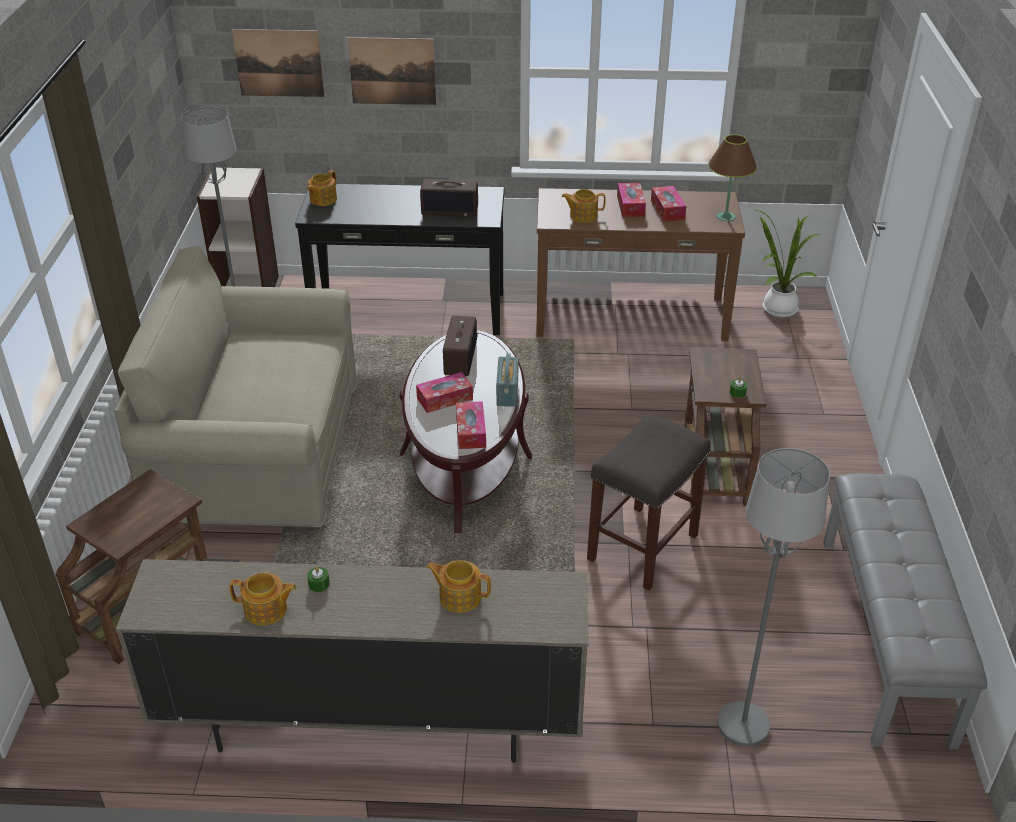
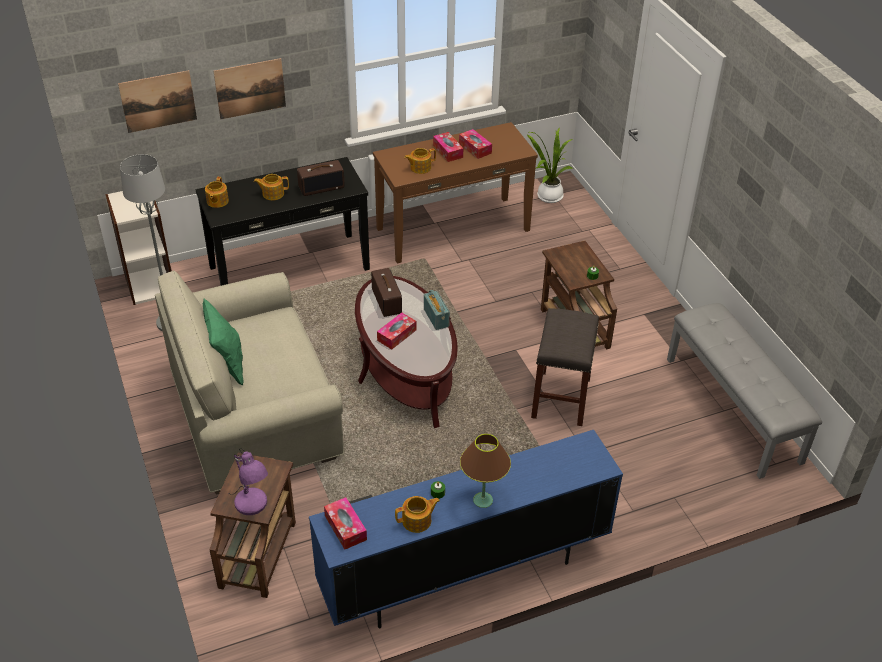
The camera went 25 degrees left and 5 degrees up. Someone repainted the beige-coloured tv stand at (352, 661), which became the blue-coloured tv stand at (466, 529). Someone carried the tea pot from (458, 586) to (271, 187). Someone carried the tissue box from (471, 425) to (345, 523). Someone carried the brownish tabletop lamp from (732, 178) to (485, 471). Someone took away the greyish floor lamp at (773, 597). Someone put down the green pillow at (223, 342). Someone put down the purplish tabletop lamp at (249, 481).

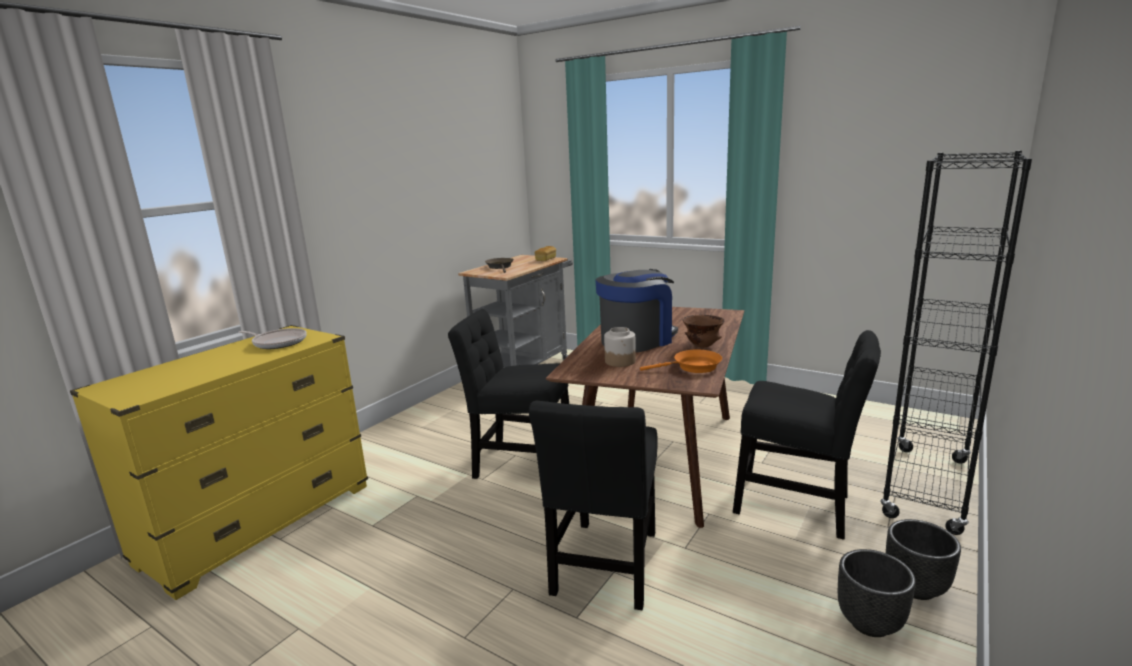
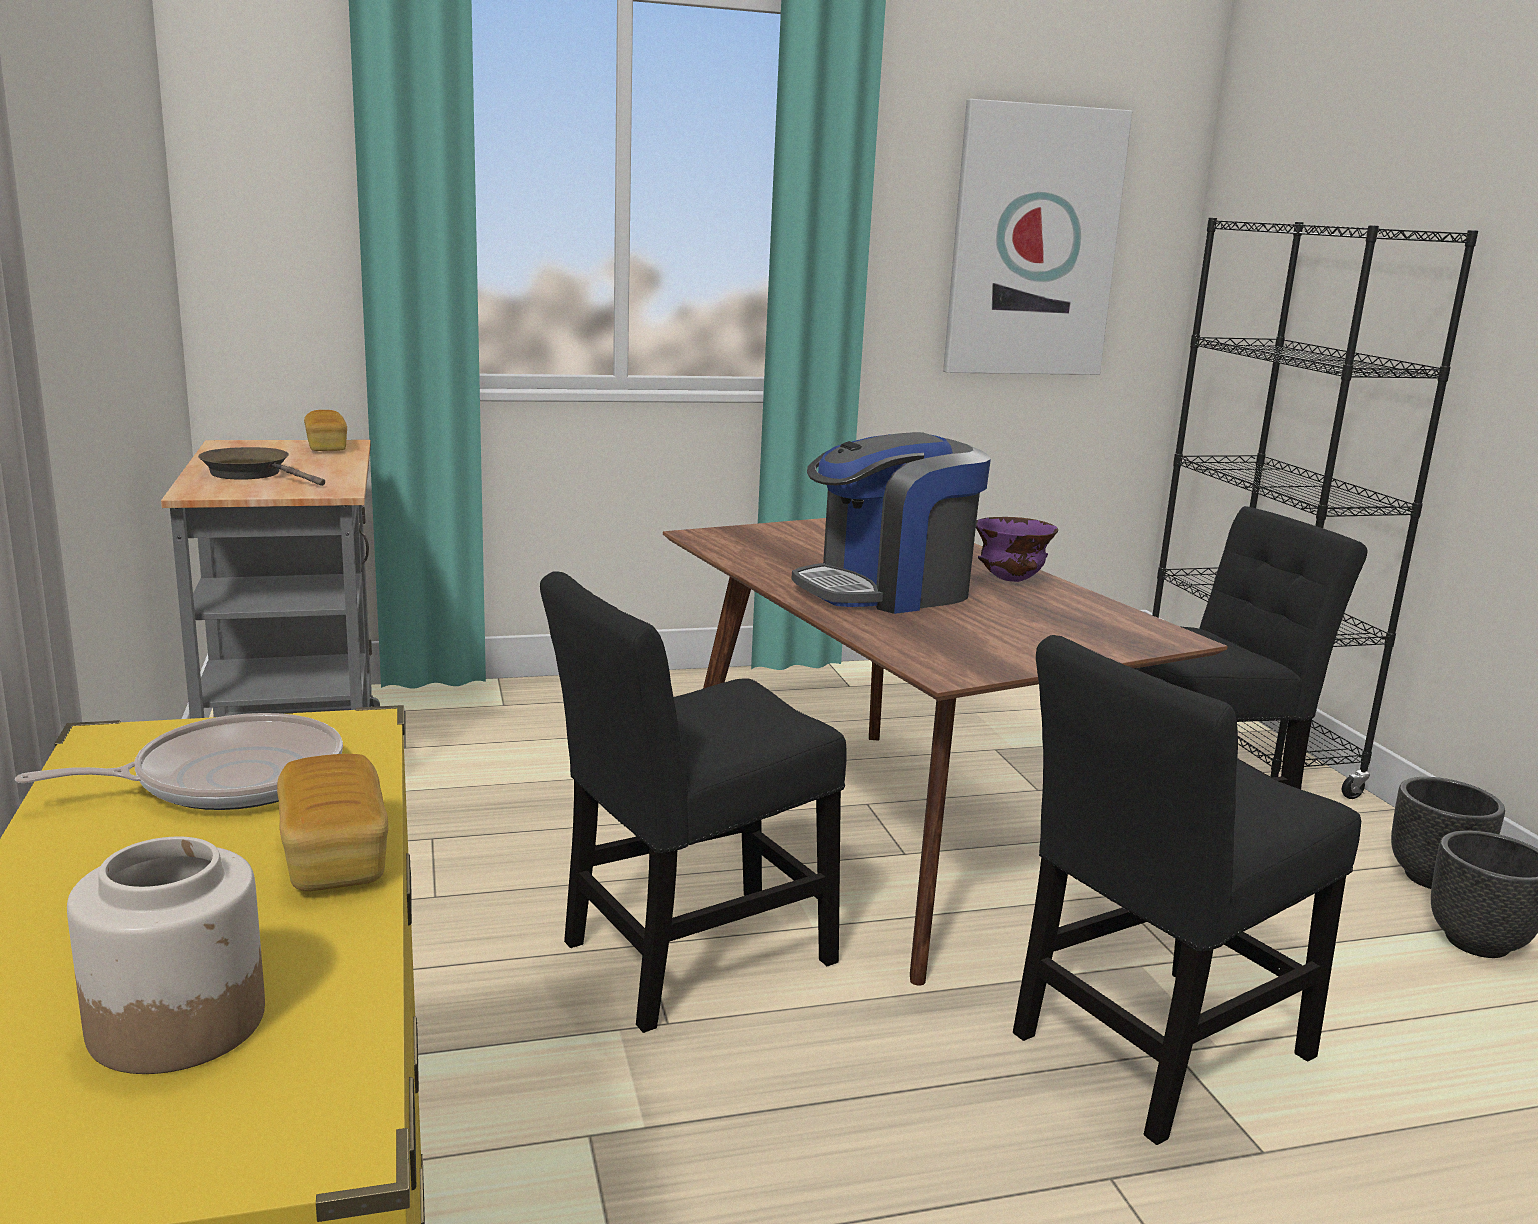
The camera went 50 degrees left and 0 degrees up. Someone rotated the blackish plain chair at (593, 505) by 90 degrees clockwise. Someone rotated the coffee brewer at (636, 310) by 120 degrees counterclockwise. Someone carried the jar from (620, 347) to (166, 955). Someone took away the orangey pan at (681, 361). Someone repainted the brownish bowl at (703, 331), which became the purplish bowl at (1017, 549). Someone put down the bread at (332, 822). Someone put up the wall picture at (1037, 237).

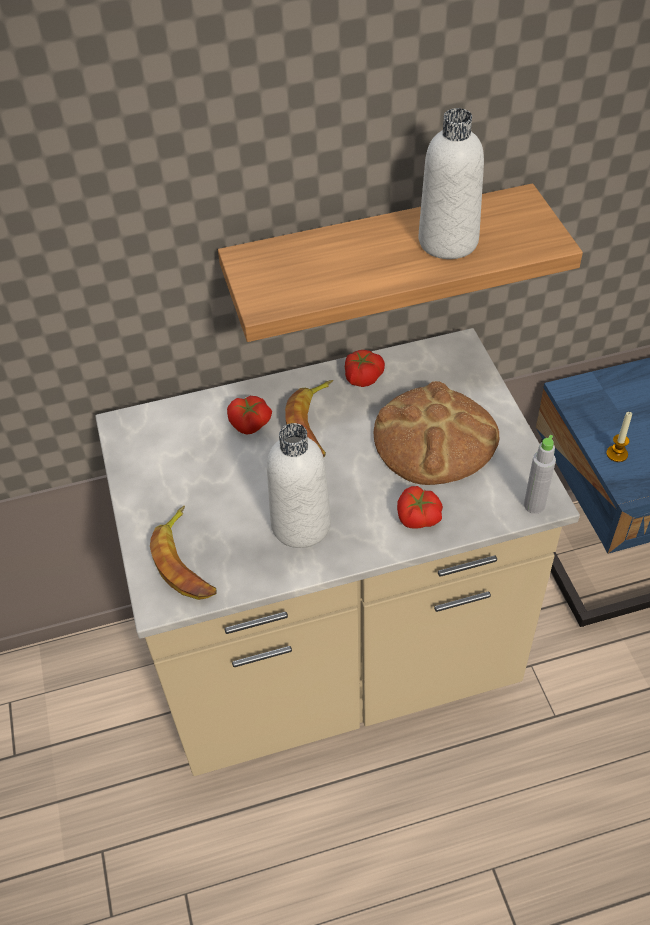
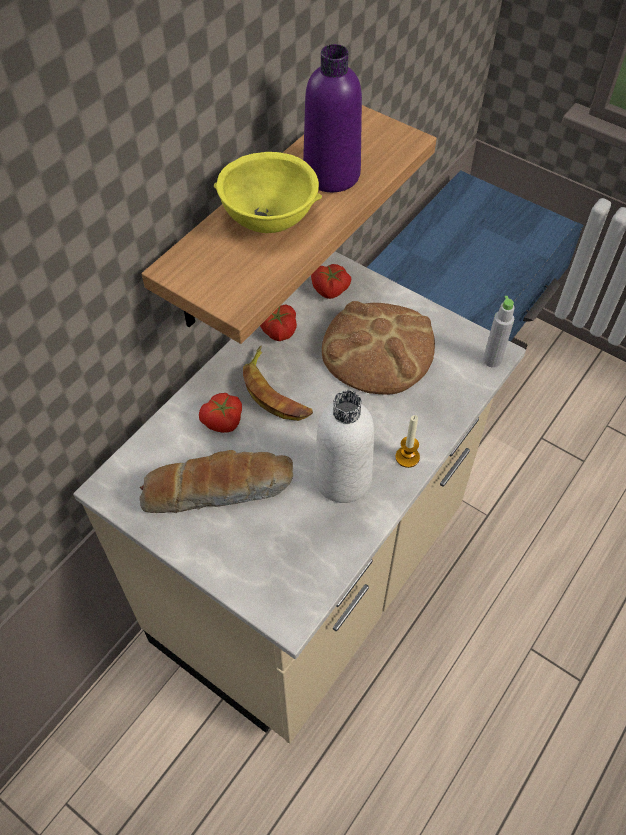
The camera went 40 degrees left and 5 degrees up. Someone took away the banana fruit at (183, 553). Someone carried the fresh tomato from (420, 507) to (331, 281). Someone repainted the white-coloured bottle at (451, 183), which became the purplish bottle at (332, 118). Someone carried the candle from (619, 437) to (407, 441). Someone put down the bread at (216, 481). Someone put down the yellowish bowl at (268, 192).

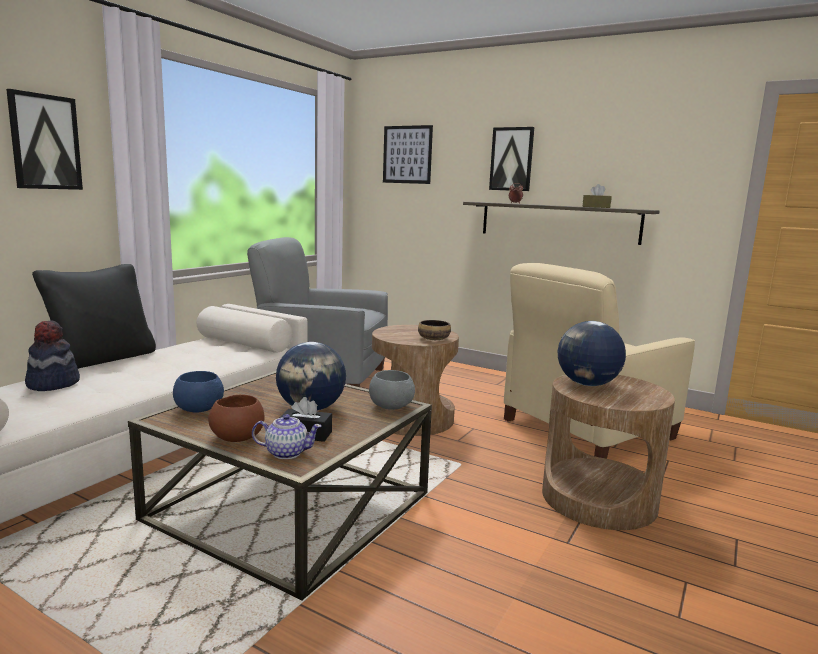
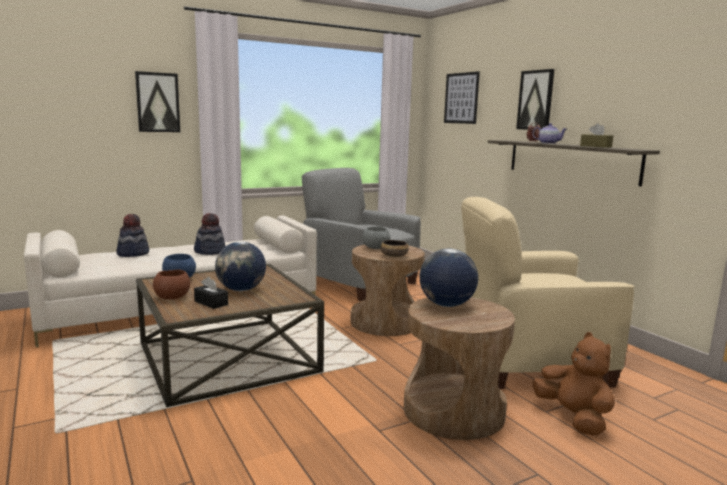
The camera went 30 degrees right and 0 degrees up. Someone took away the blackish pillow at (94, 316). Someone carried the tea pot from (287, 436) to (549, 133). Someone carried the greyish bowl from (392, 390) to (376, 238). Someone put down the hat at (209, 234). Someone put down the brownish plush toy at (574, 384).

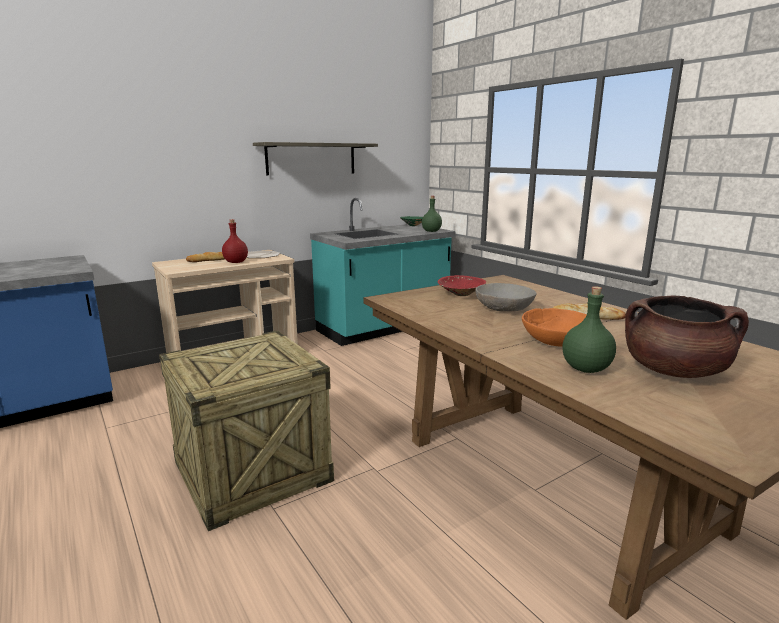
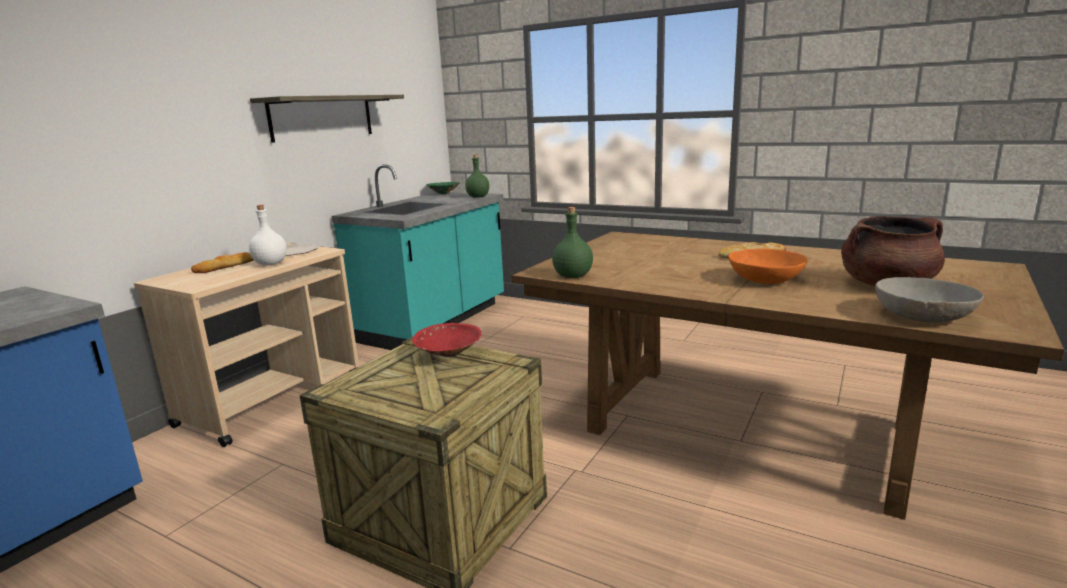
The camera went 25 degrees left and 0 degrees up. Someone repainted the red bottle at (235, 241), which became the white-coloured bottle at (268, 235). Someone carried the red bowl from (461, 285) to (446, 340). Someone carried the greyish bowl from (505, 297) to (929, 299). Someone carried the green bottle from (589, 329) to (572, 242).

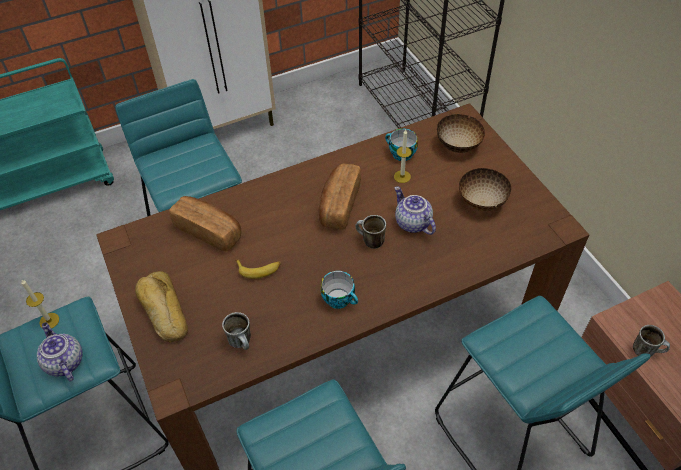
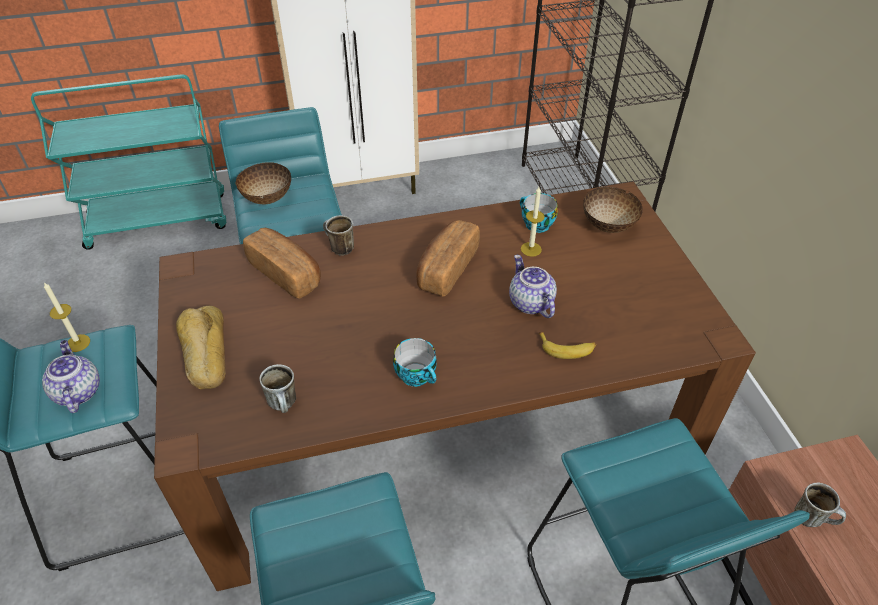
The camera went 10 degrees right and 5 degrees down. Someone carried the banana fruit from (258, 269) to (567, 345). Someone carried the coffee mug from (370, 232) to (338, 235). Someone carried the bowl from (485, 189) to (263, 183).

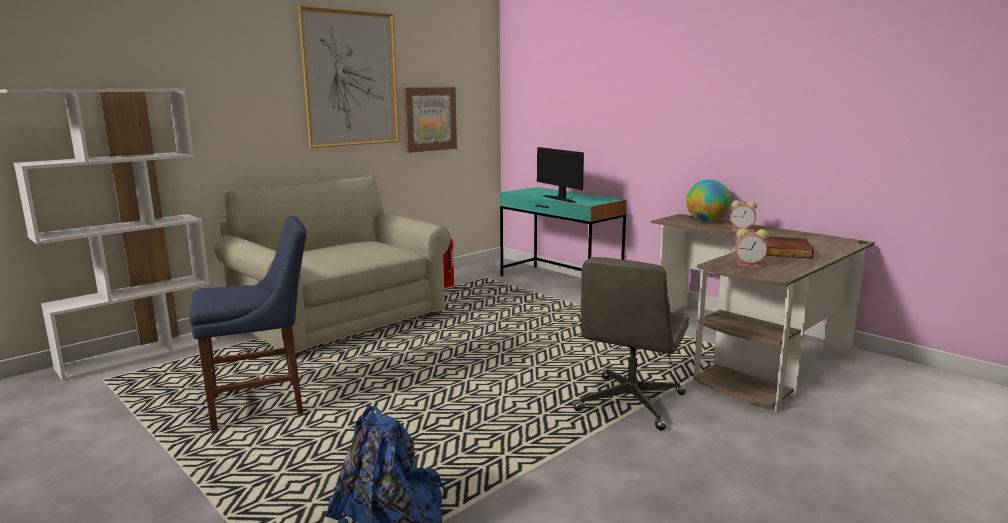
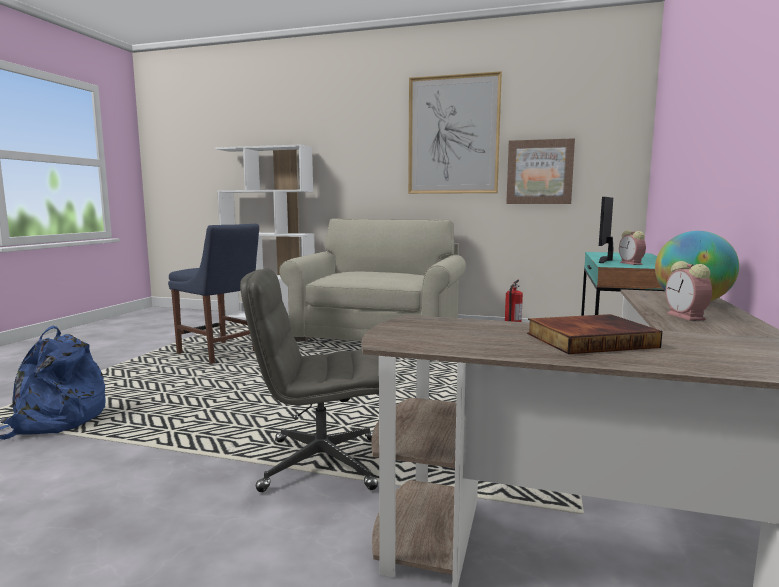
The camera went 60 degrees right and 5 degrees down. Someone carried the table clock from (752, 248) to (632, 247).

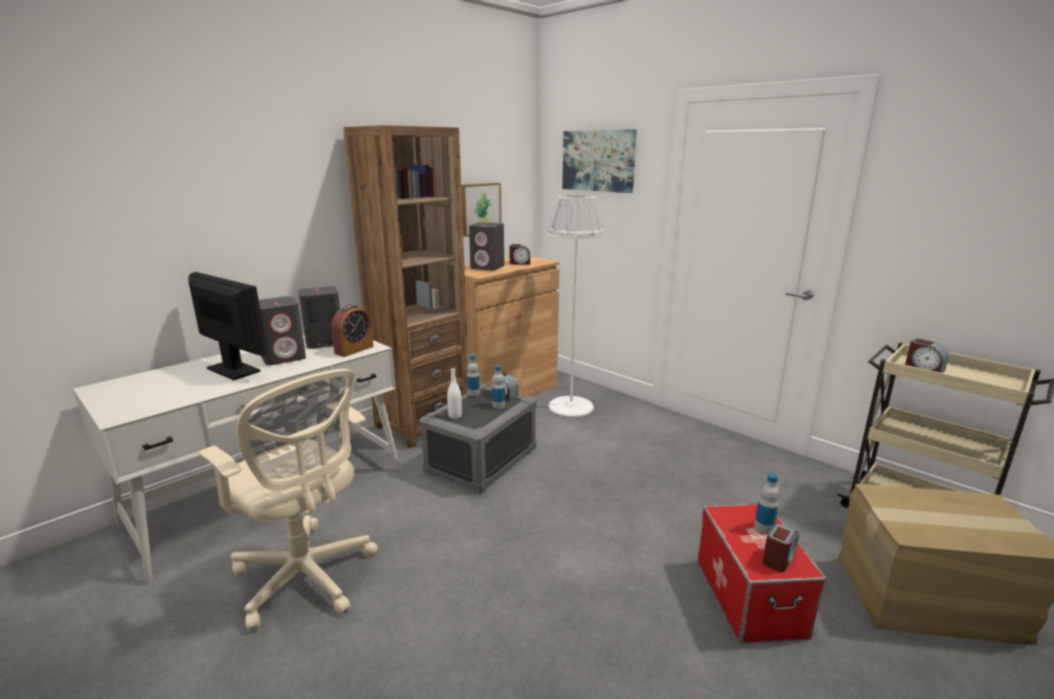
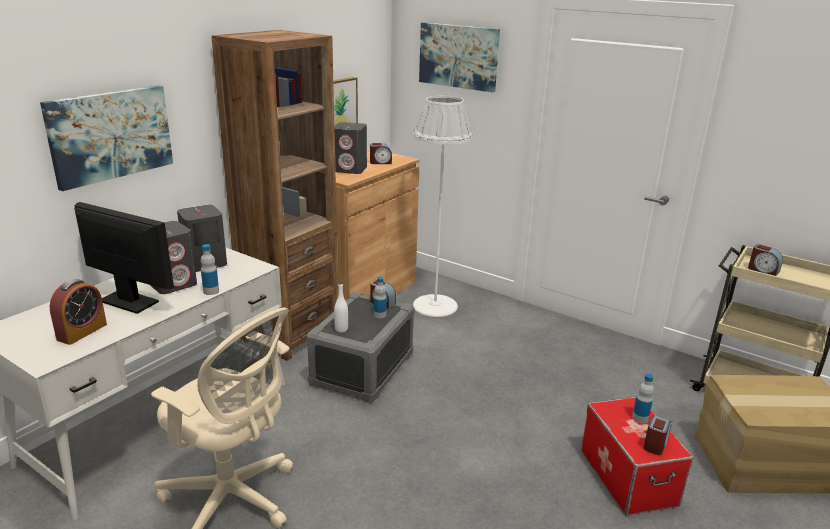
The camera went 10 degrees left and 5 degrees up. Someone carried the table clock from (352, 331) to (78, 312). Someone carried the bottle from (473, 375) to (210, 269). Someone put up the wall picture at (106, 138).

